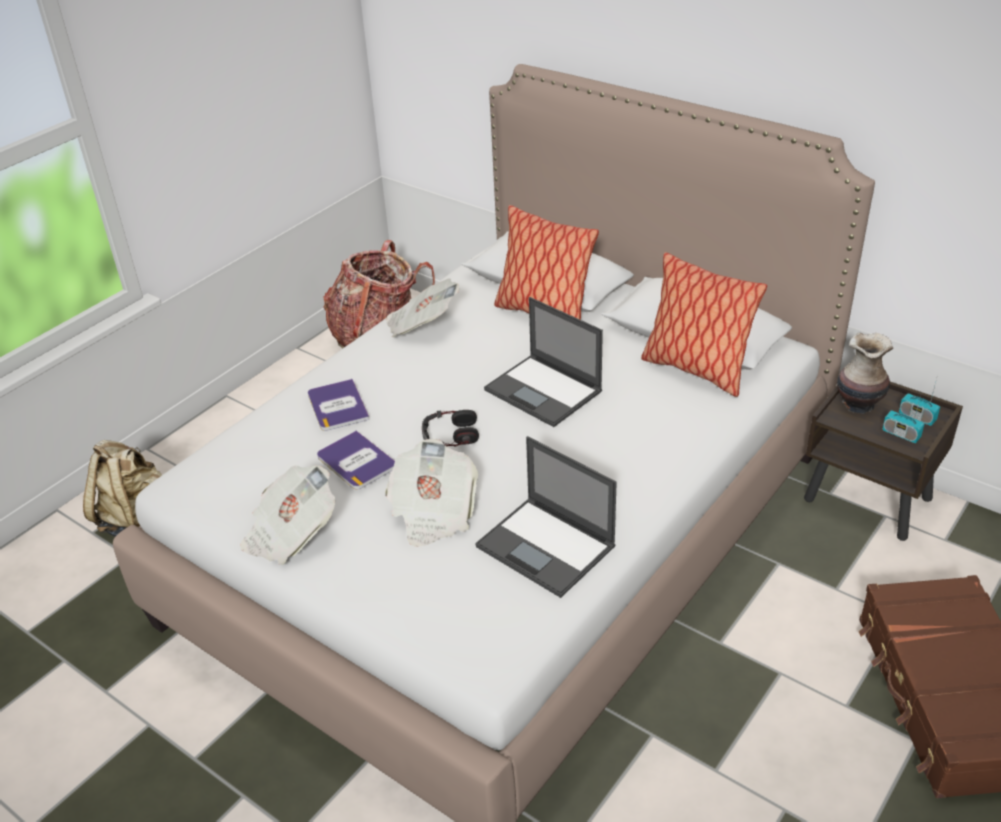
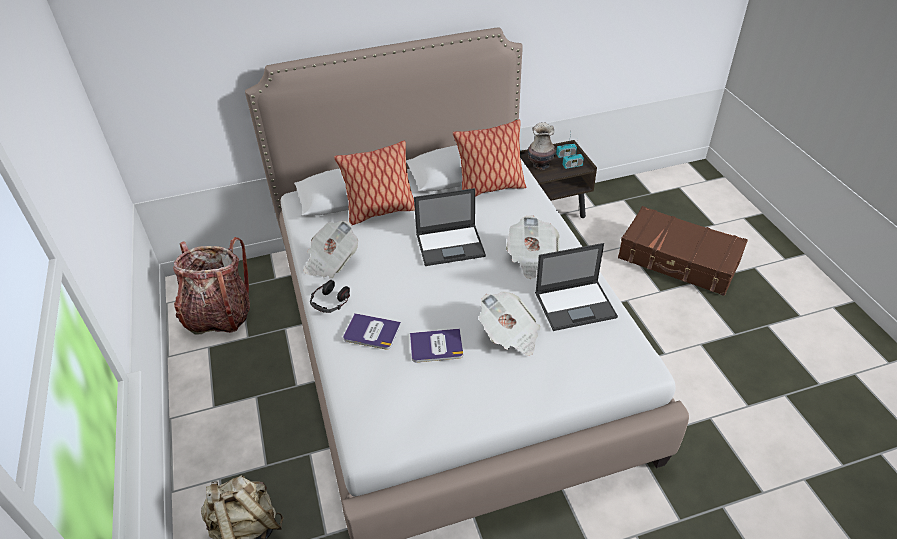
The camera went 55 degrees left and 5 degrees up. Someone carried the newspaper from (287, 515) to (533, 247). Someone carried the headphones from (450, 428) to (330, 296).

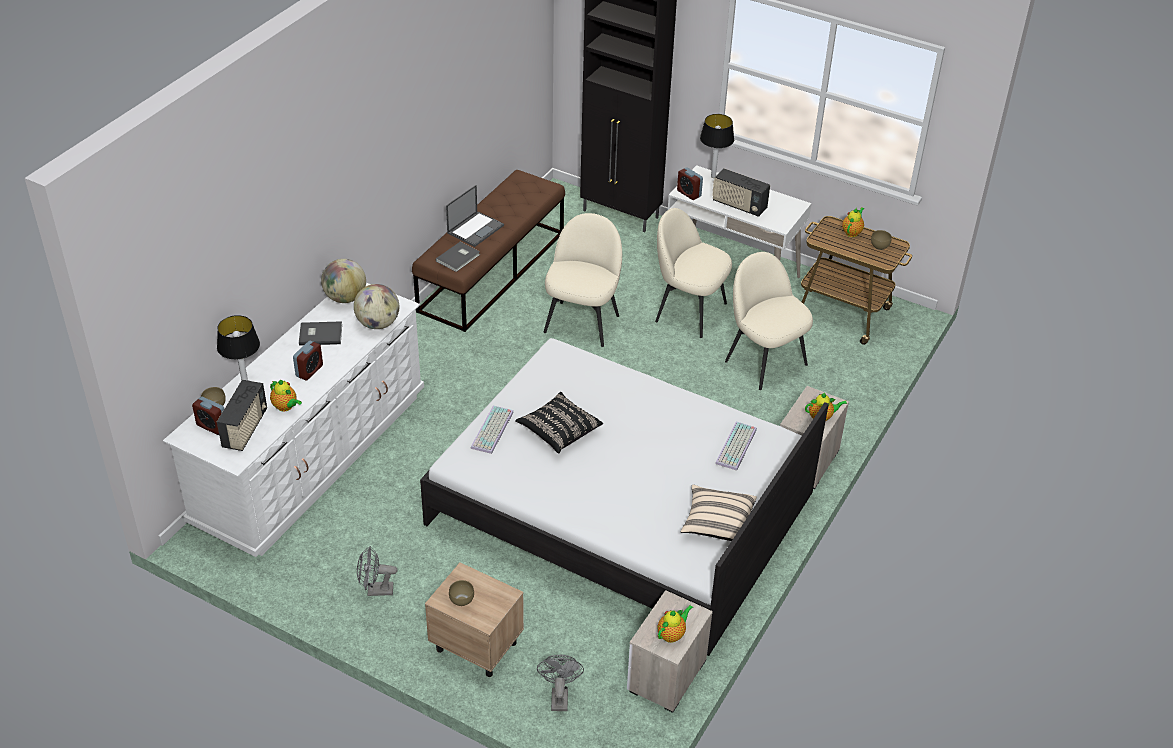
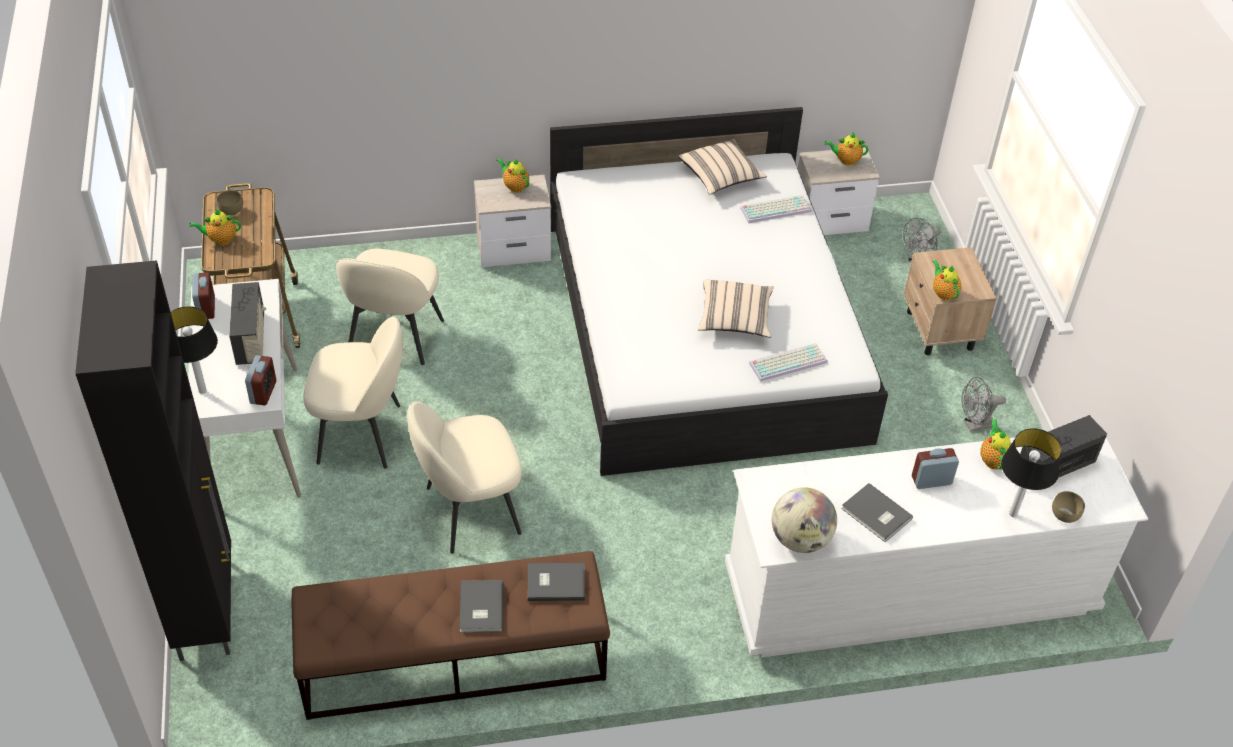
The camera went 130 degrees left and 5 degrees up. Someone carried the table clock from (208, 416) to (203, 295). Someone took away the desk globe at (376, 306). Someone rotated the greyish cooling fan at (377, 571) by 120 degrees clockwise. Someone swapped the portable computer at (475, 216) for the greyish bound book at (482, 606). Someone took away the brownish bowl at (461, 593). Someone repainted the blackish pillow at (559, 423), which became the beige-coloured pillow at (735, 309). Someone rotated the beige-coloured plain chair at (693, 273) by 75 degrees counterclockwise. Someone carried the computer keyboard from (736, 446) to (776, 209). Someone put down the tea pot at (946, 280).

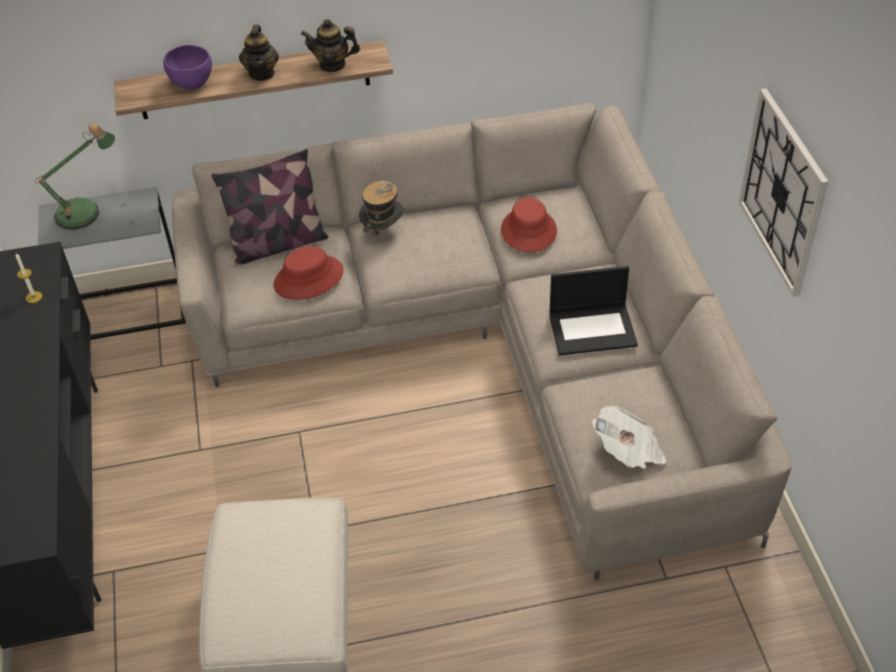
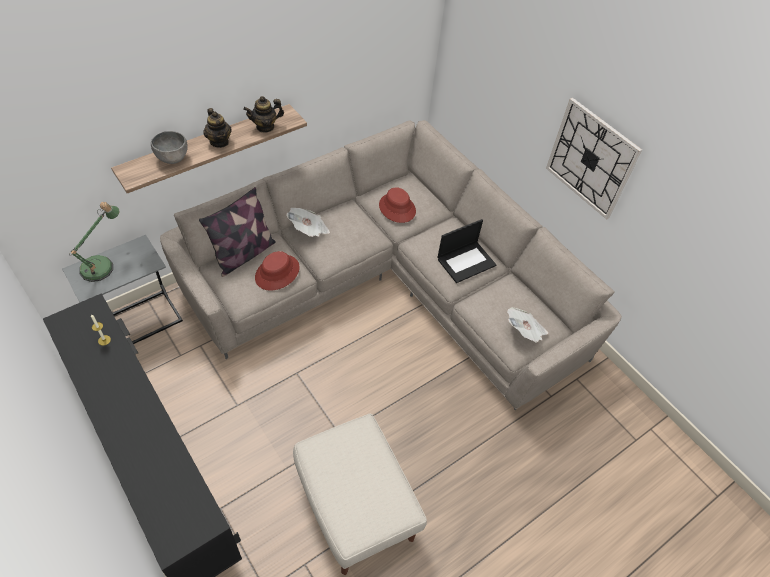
The camera went 30 degrees left and 5 degrees up. Someone repainted the purplish bowl at (187, 67), which became the greyish bowl at (169, 147). Someone swapped the hat at (382, 210) for the newspaper at (308, 222).

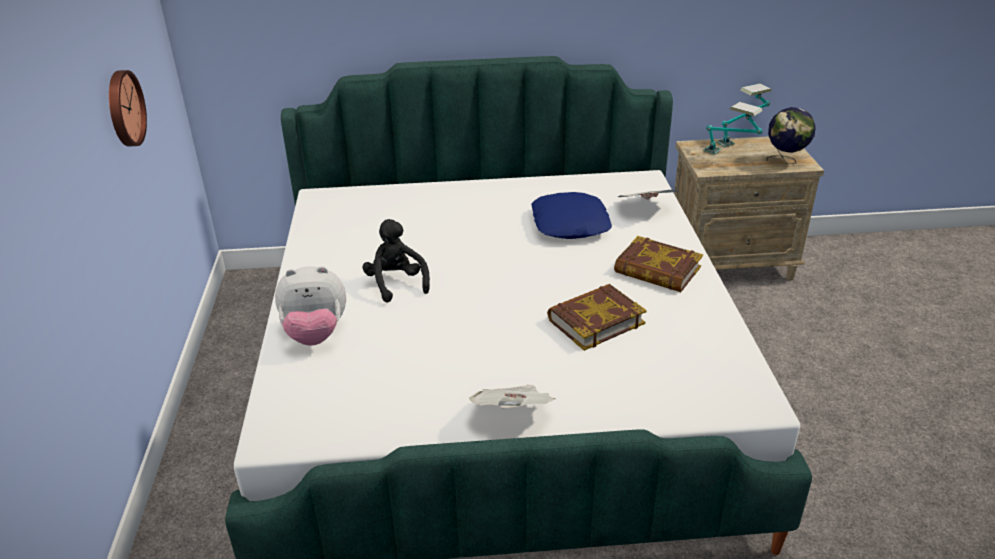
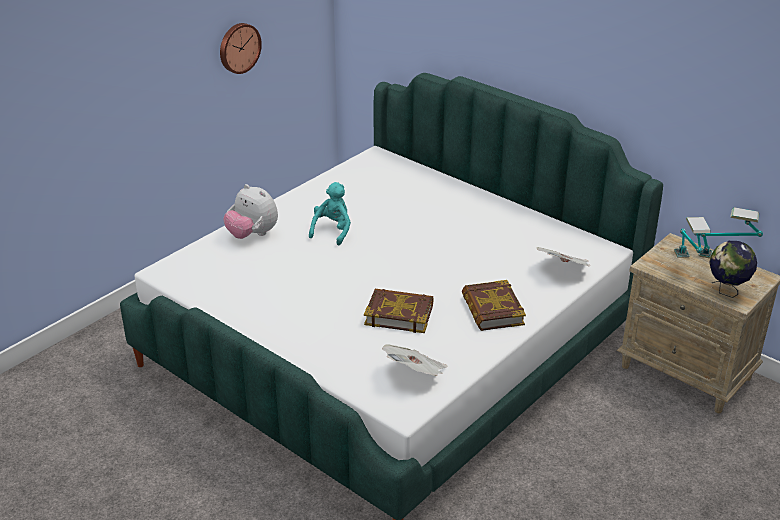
The camera went 45 degrees right and 0 degrees up. Someone repainted the blackish plush toy at (396, 261), which became the turquoise plush toy at (330, 213). Someone carried the newspaper from (512, 396) to (415, 360). Someone took away the blue-coloured pillow at (571, 215).

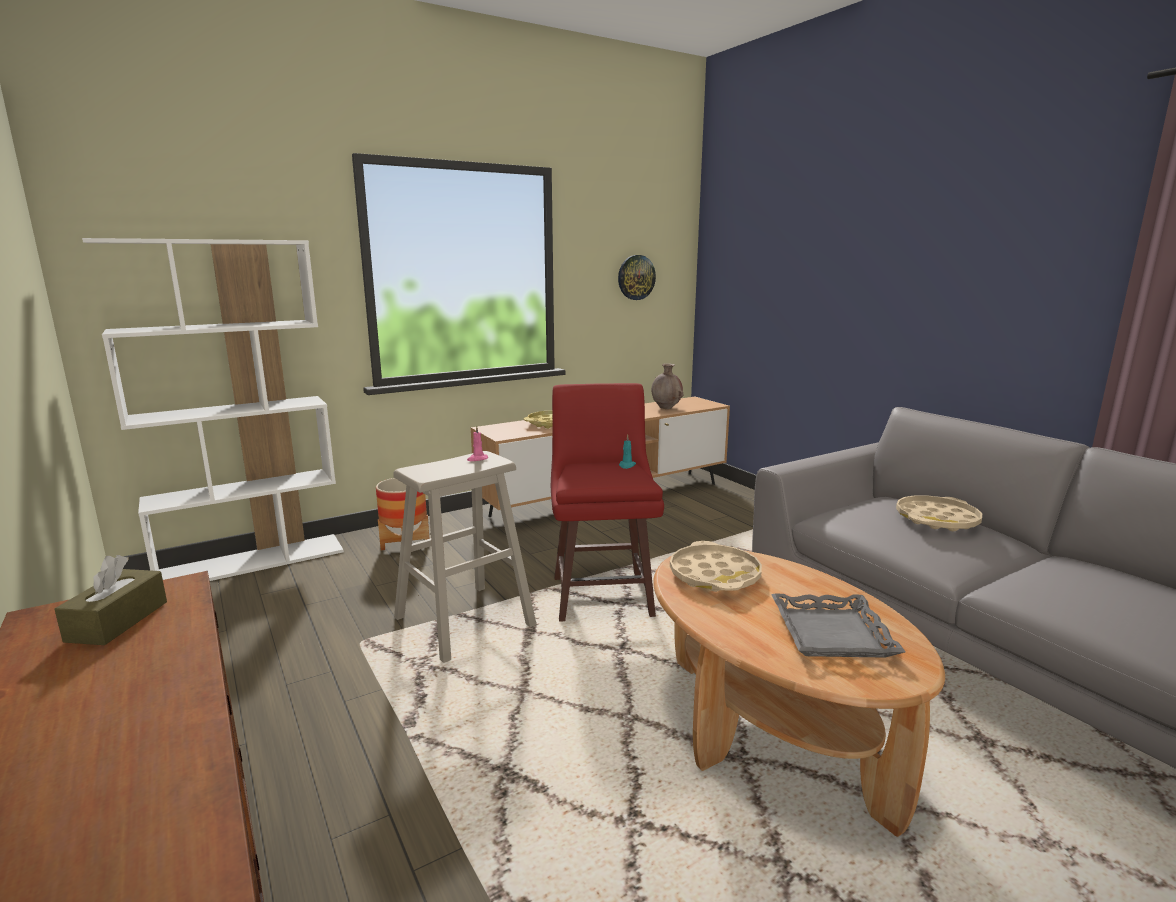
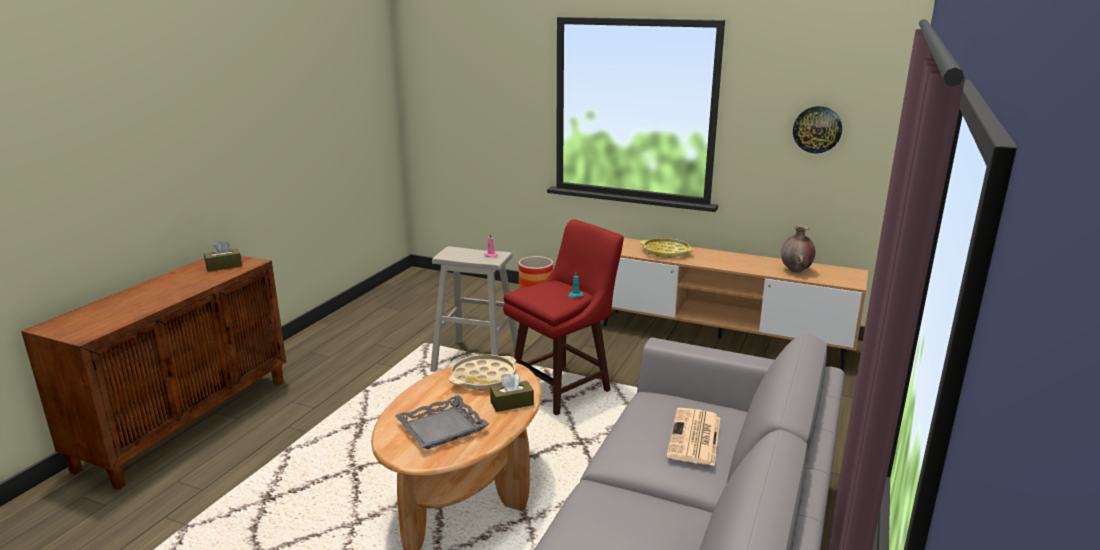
The camera went 55 degrees right and 5 degrees up. Someone took away the white-coloured bookshelf at (213, 409). Someone swapped the beige-coloured carrying tray at (939, 513) for the newspaper at (693, 437). Someone put down the brownish tissue box at (512, 392).

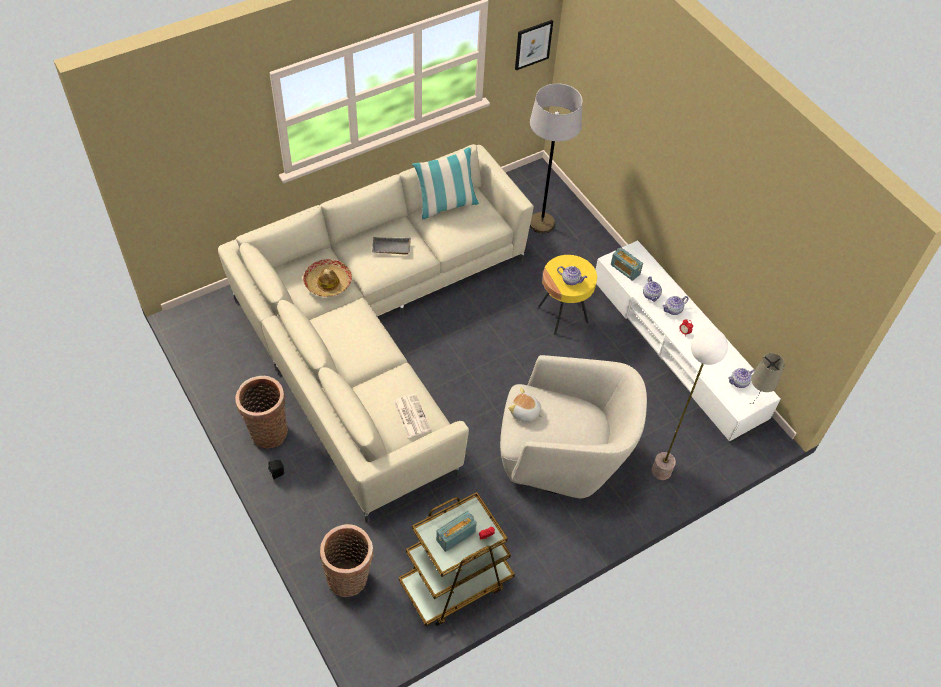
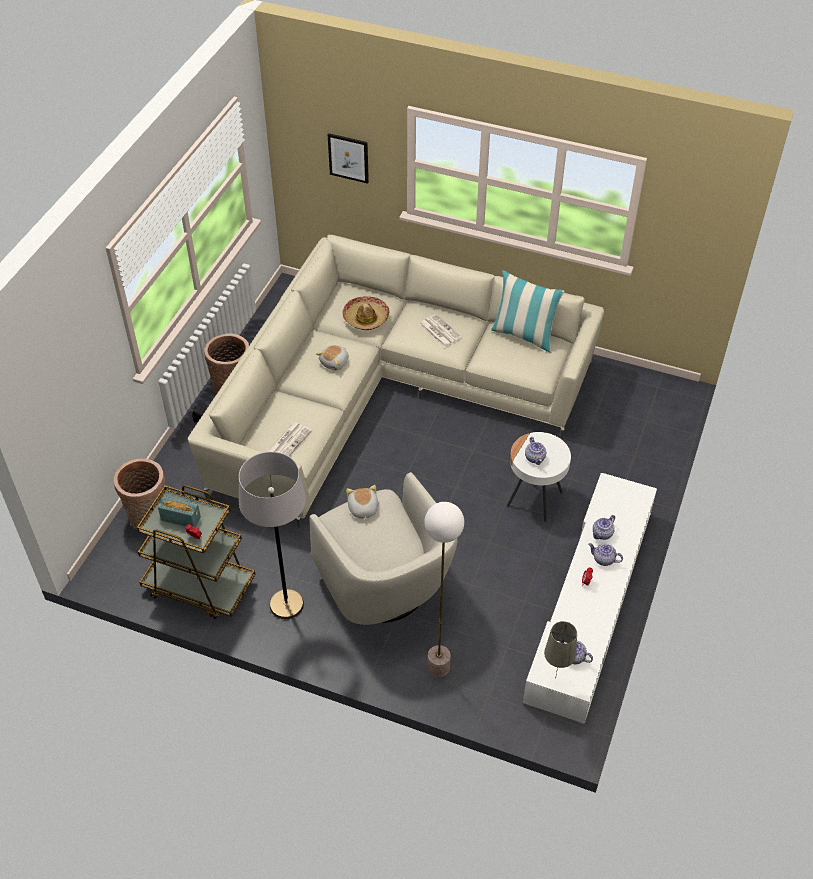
The camera went 55 degrees right and 5 degrees down. Someone swapped the greyish carrying tray at (391, 245) for the newspaper at (440, 331). Someone carried the wall picture from (534, 45) to (348, 158). Someone carried the greyish floor lamp from (556, 158) to (272, 535). Someone repainted the yellowish side table at (567, 295), which became the white-coloured side table at (539, 477). Someone took away the radio receiver at (627, 264). Someone put down the plush toy at (332, 357).

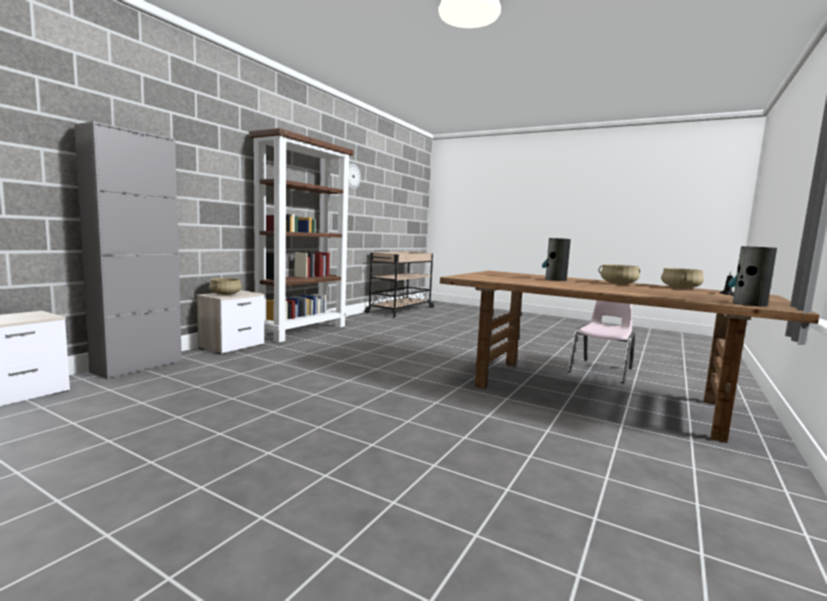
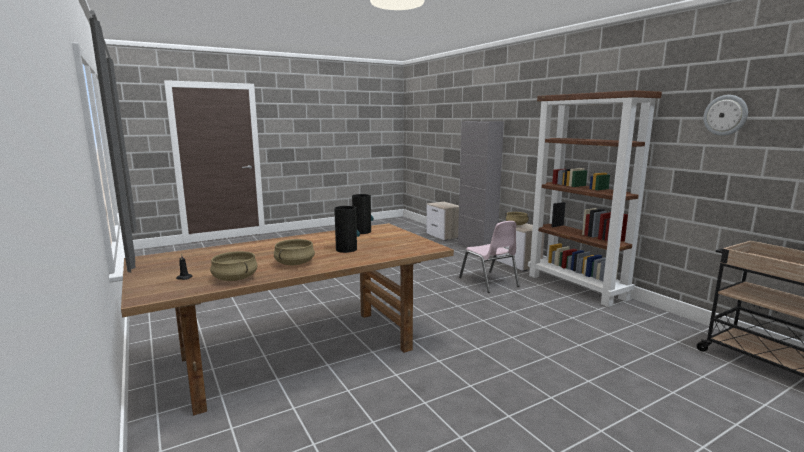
The camera went 120 degrees right and 5 degrees up. Someone carried the pinkish plain chair from (601, 341) to (489, 257). Someone carried the flower vase from (752, 276) to (363, 214).

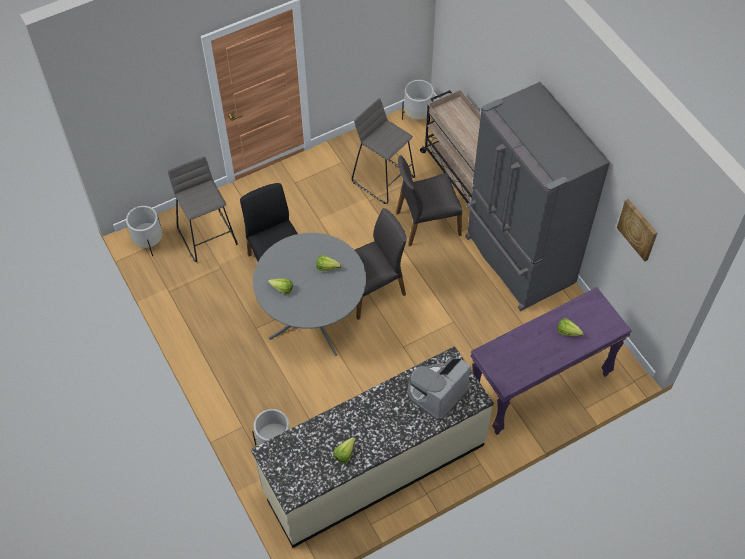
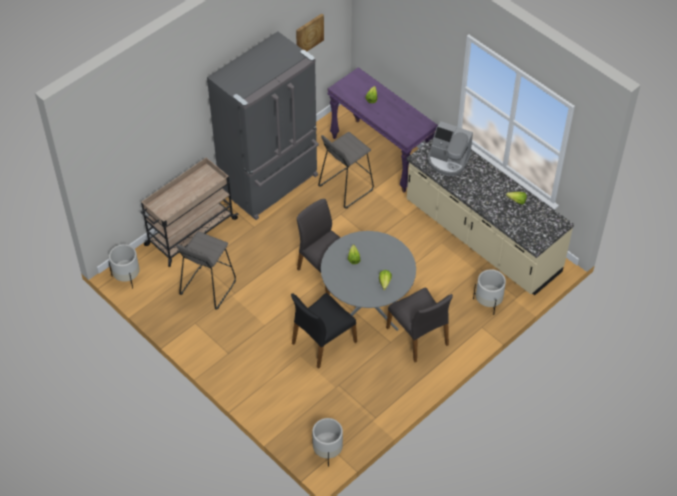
The camera went 105 degrees left and 5 degrees down. Someone carried the greyish stool from (203, 209) to (346, 170). Someone carried the greyish plain chair from (429, 200) to (419, 325).

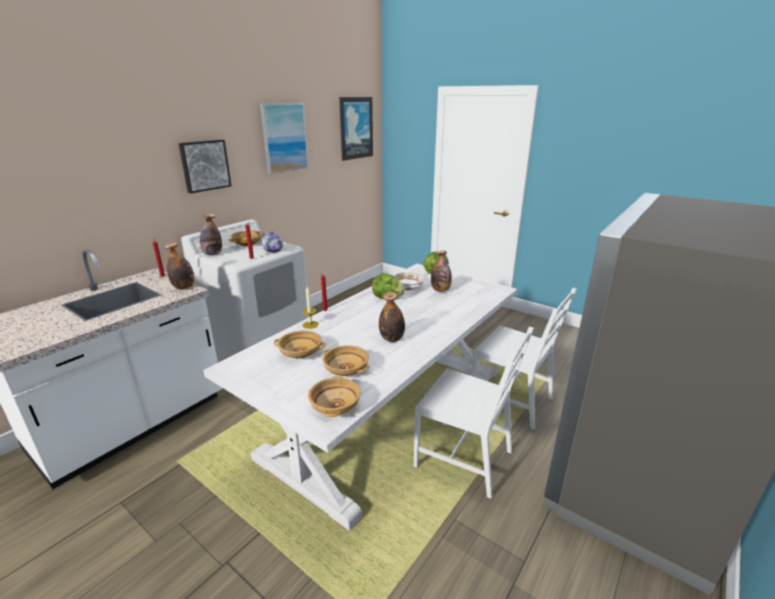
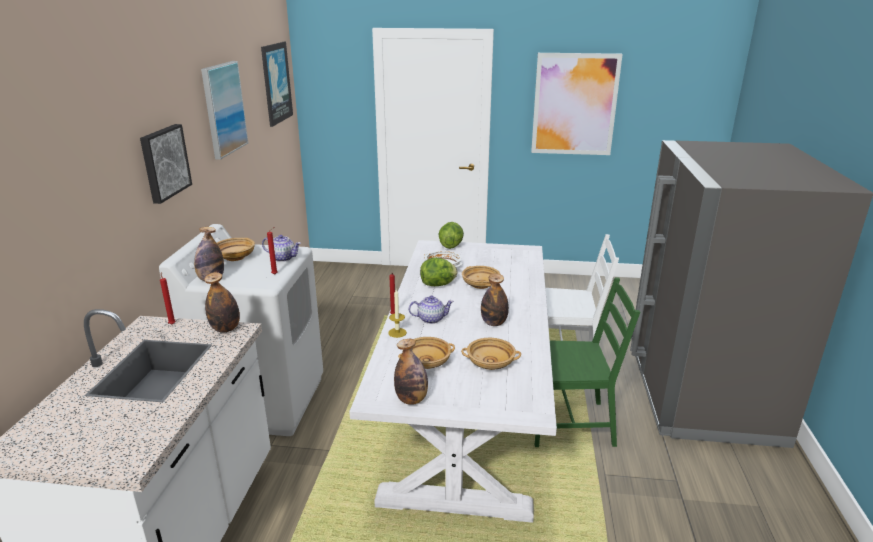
The camera went 30 degrees left and 0 degrees up. Someone carried the beige-coloured bowl from (334, 396) to (481, 277). Someone repainted the white-coloured plain chair at (474, 413), which became the green plain chair at (587, 362). Someone carried the bottle from (441, 271) to (411, 372). Someone put down the tea pot at (431, 310). Someone put up the wall picture at (577, 104).

